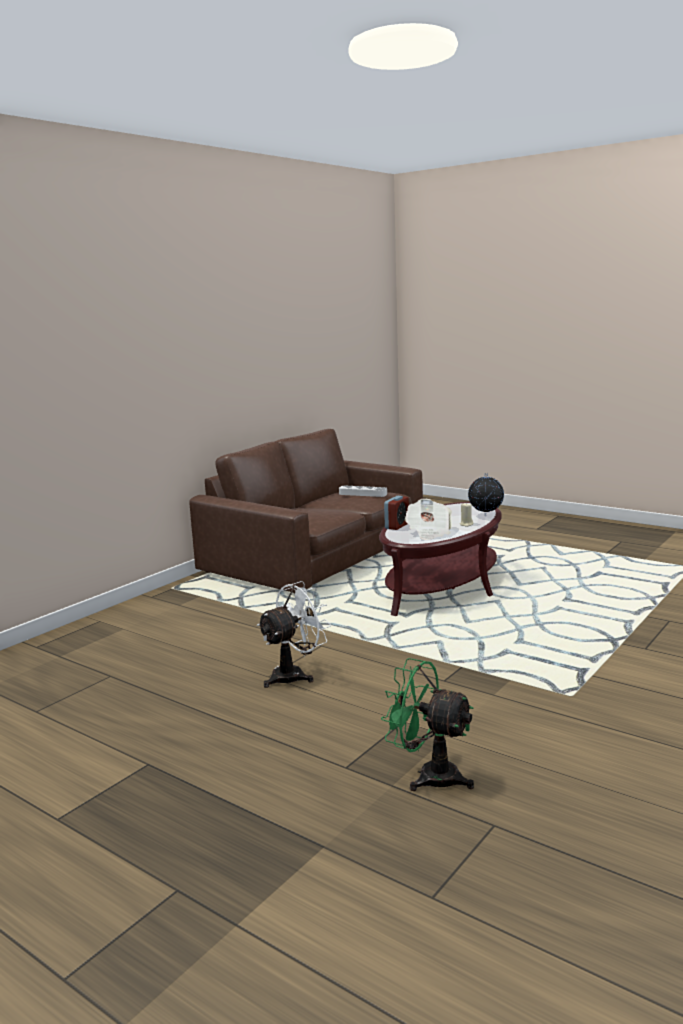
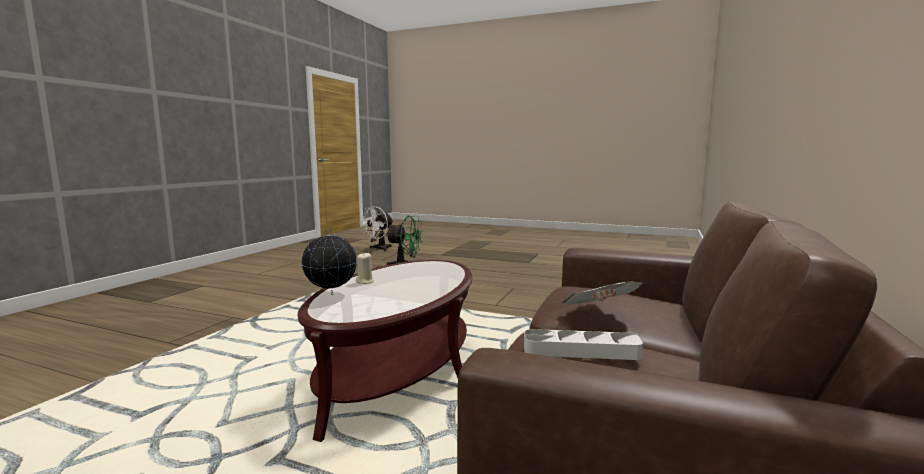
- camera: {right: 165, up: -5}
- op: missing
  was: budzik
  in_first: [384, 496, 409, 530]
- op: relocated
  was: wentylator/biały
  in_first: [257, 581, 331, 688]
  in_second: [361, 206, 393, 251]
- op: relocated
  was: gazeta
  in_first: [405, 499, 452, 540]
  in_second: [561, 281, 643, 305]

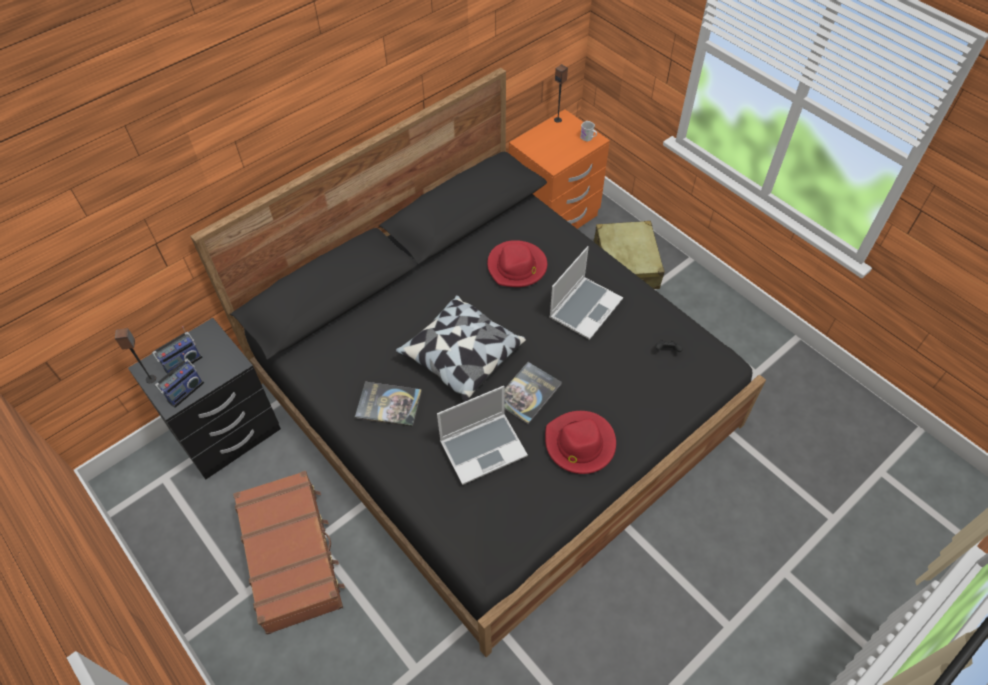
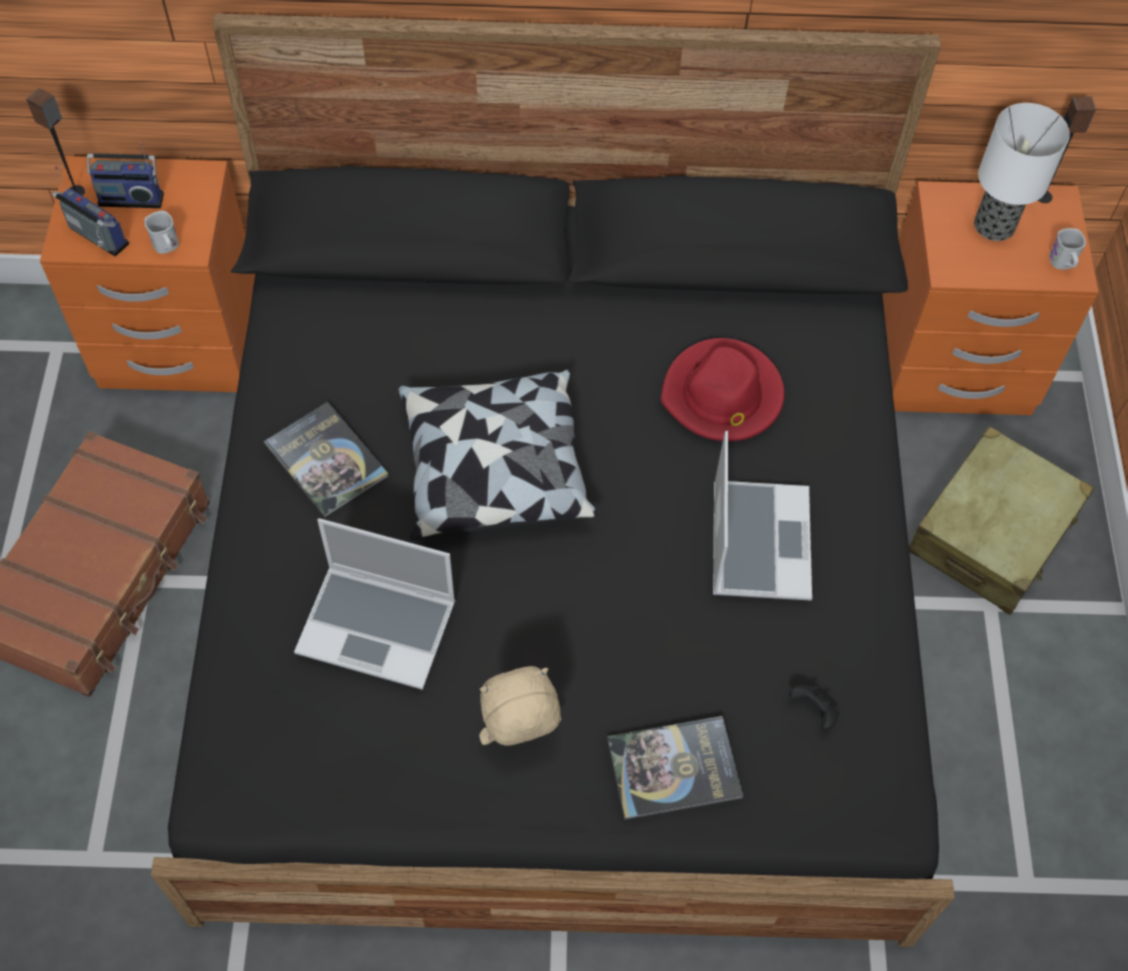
- camera: {right: 40, up: 5}
- op: appeared
  now: kubek/biały
  in_second: [144, 211, 179, 254]
- op: appeared
  now: lampa stołowa
  in_second: [974, 103, 1070, 241]
- op: relocated
  was: książka
  in_first: [505, 362, 562, 424]
  in_second: [607, 716, 743, 820]
- op: exchanged
  was: kapelusz/czerwony
  now: pluszak/beżowy
  in_first: [545, 411, 616, 474]
  in_second: [479, 666, 561, 746]
- op: colour
  was: szafka nocna/czarny
  now: szafka nocna/pomarańczowy
  in_first: [128, 318, 281, 479]
  in_second: [40, 156, 255, 392]
- op: spun
  was: radio
  in_first: [155, 353, 204, 408]
  in_second: [52, 166, 129, 256]
  clockwise: -135
- op: spun
  was: laptop
  in_first: [549, 246, 623, 340]
  in_second: [713, 431, 812, 601]
  clockwise: -75

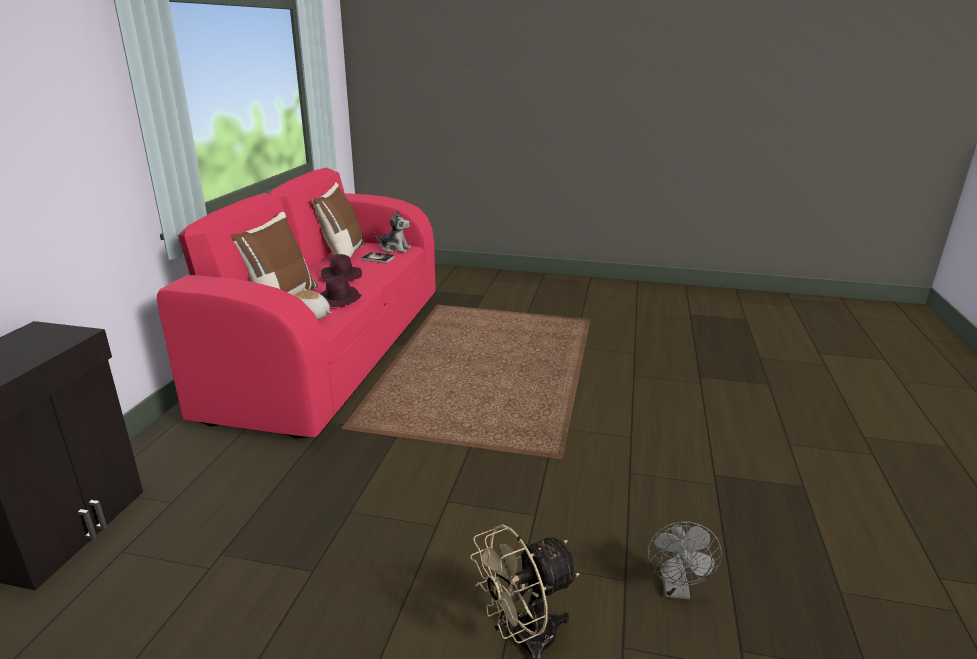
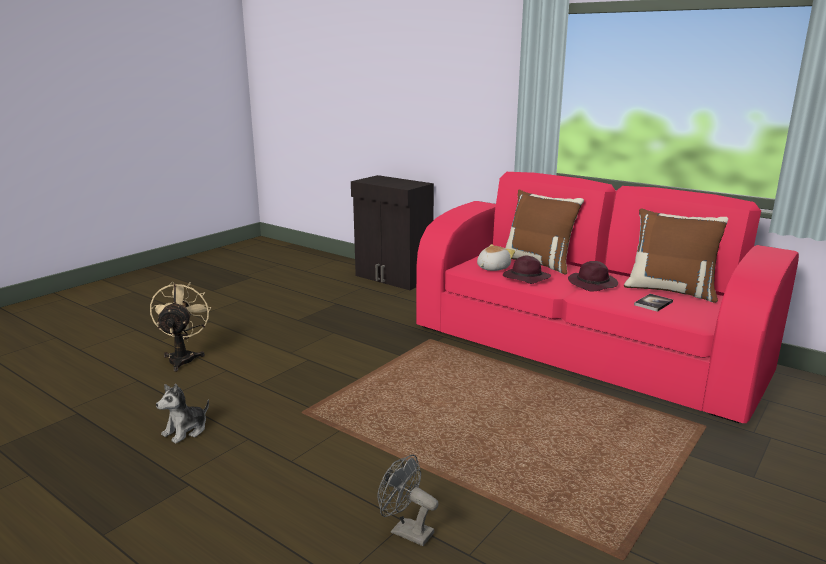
- camera: {right: 115, up: -5}
- op: relocated
  was: pluszak
  in_first: [375, 210, 411, 253]
  in_second: [156, 384, 209, 444]
- op: relocated
  was: wentylator/szary
  in_first: [647, 521, 722, 600]
  in_second: [377, 455, 439, 546]

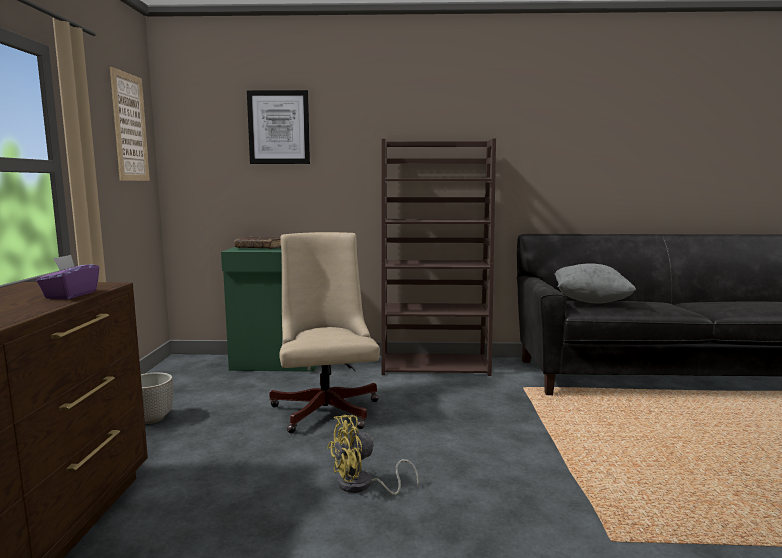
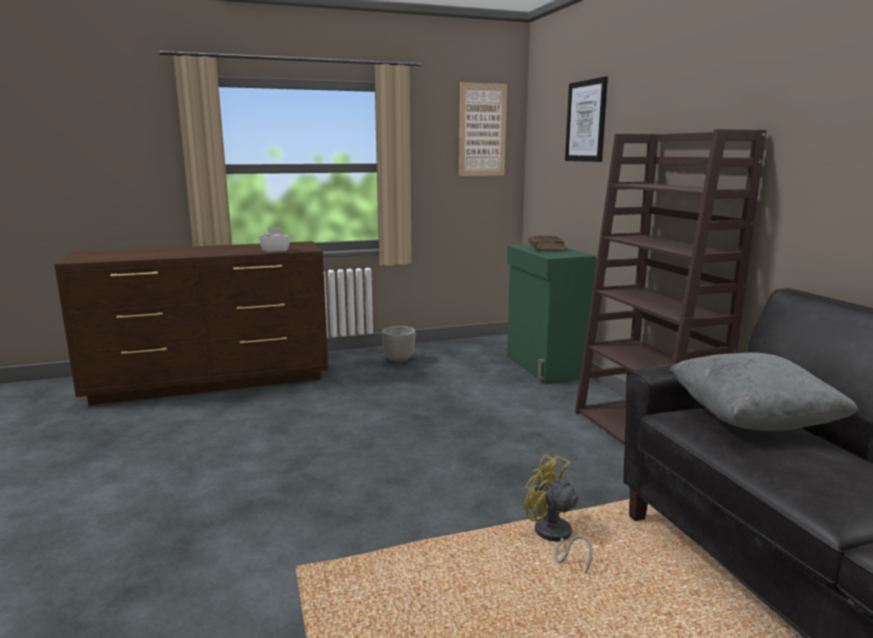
- camera: {right: 70, up: 5}
- op: missing
  was: krzesło biurowe/beżowy
  in_first: [270, 232, 380, 433]
- op: relocated
  was: wentylator/żółty
  in_first: [327, 415, 419, 495]
  in_second: [524, 455, 593, 574]
- op: colour
  was: pudełko chusteczek/fioletowy
  now: pudełko chusteczek/biały
  in_first: [36, 255, 99, 299]
  in_second: [259, 227, 290, 252]

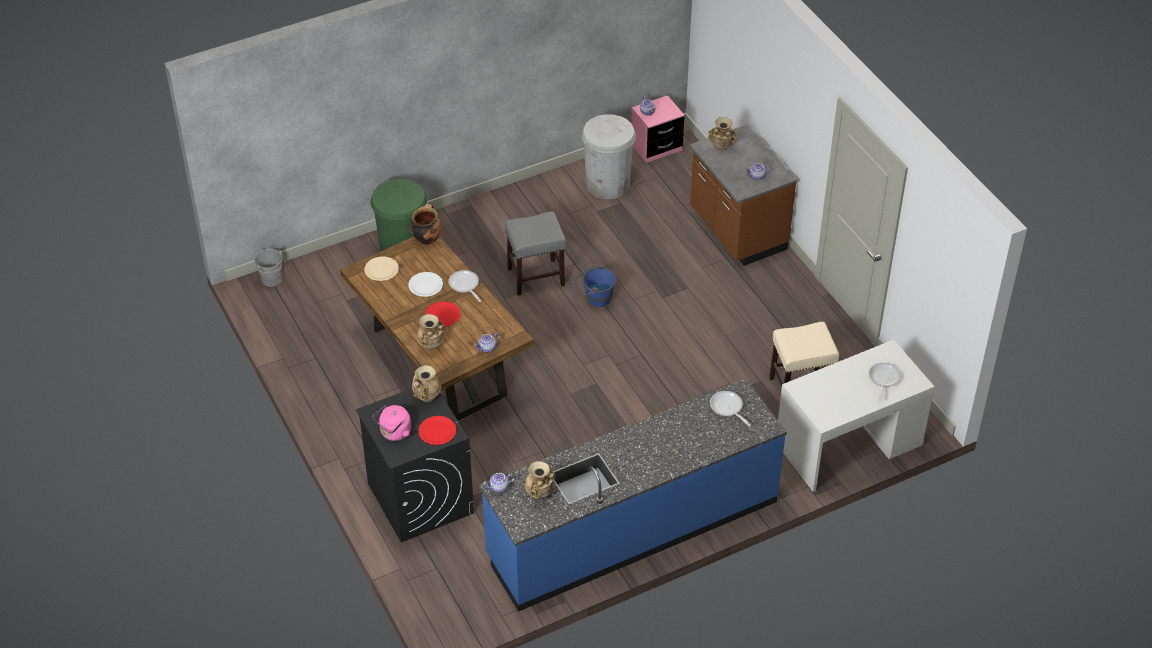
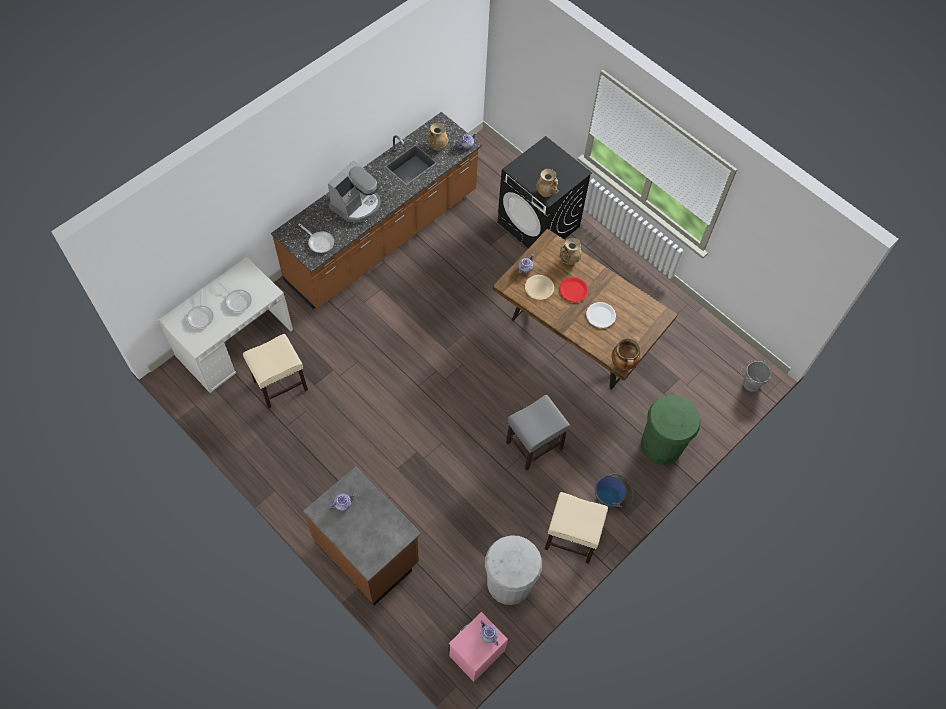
- camera: {right: 160, up: 15}
- op: missing
  was: czajnik/różowy
  in_first: [372, 405, 411, 441]
- op: missing
  was: talerz/czerwony
  in_first: [418, 416, 457, 445]
- op: missing
  was: wazon/beżowy
  in_first: [707, 117, 738, 151]
- op: appeared
  now: ekspres do kawy
  in_second: [328, 160, 381, 222]
- op: appeared
  now: stołek/beżowy
  in_second: [545, 492, 608, 564]
- op: relocated
  was: talerz/beżowy
  in_first: [364, 256, 399, 281]
  in_second: [525, 275, 554, 300]
- op: relocated
  was: patelnia
  in_first: [448, 270, 481, 302]
  in_second: [217, 280, 252, 312]
- op: relocated
  was: wiadro/niebieski
  in_first: [573, 264, 617, 307]
  in_second: [595, 473, 634, 510]
- op: colour
  was: zabudowa kuchenna/niebieski
  now: zabudowa kuchenna/brązowy
  in_first: [479, 379, 787, 612]
  in_second: [271, 112, 482, 309]

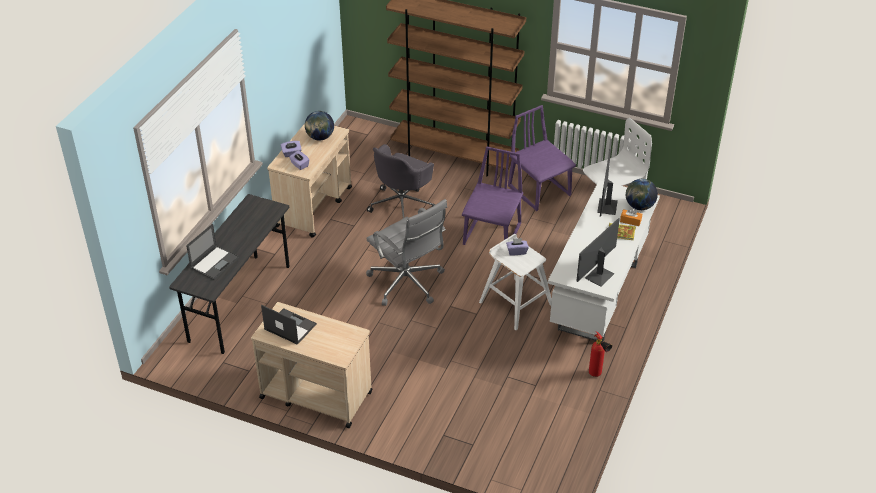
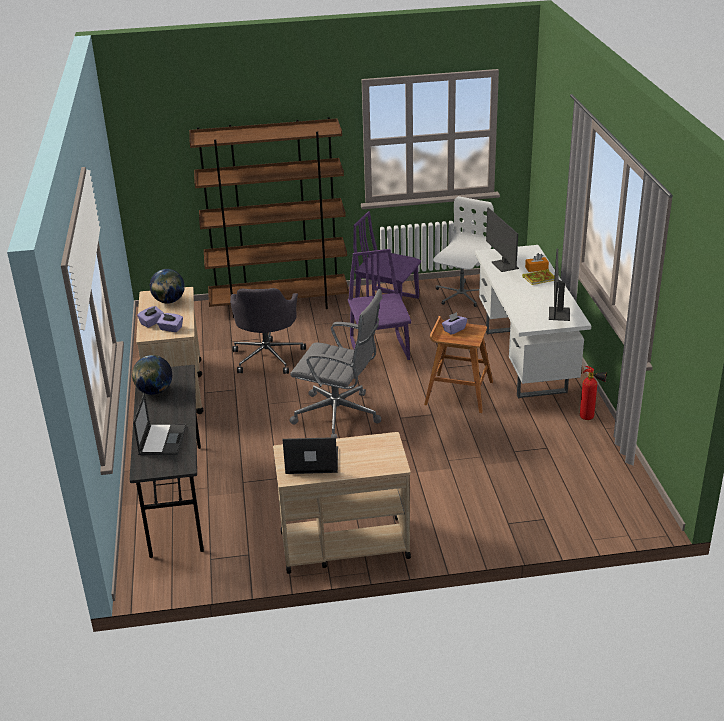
- camera: {right: -30, up: -10}
- op: relocated
  was: globus
  in_first: [626, 179, 658, 210]
  in_second: [132, 355, 172, 395]
- op: colour
  was: stołek/biały
  now: stołek/brązowy
  in_first: [479, 234, 552, 330]
  in_second: [424, 316, 493, 413]

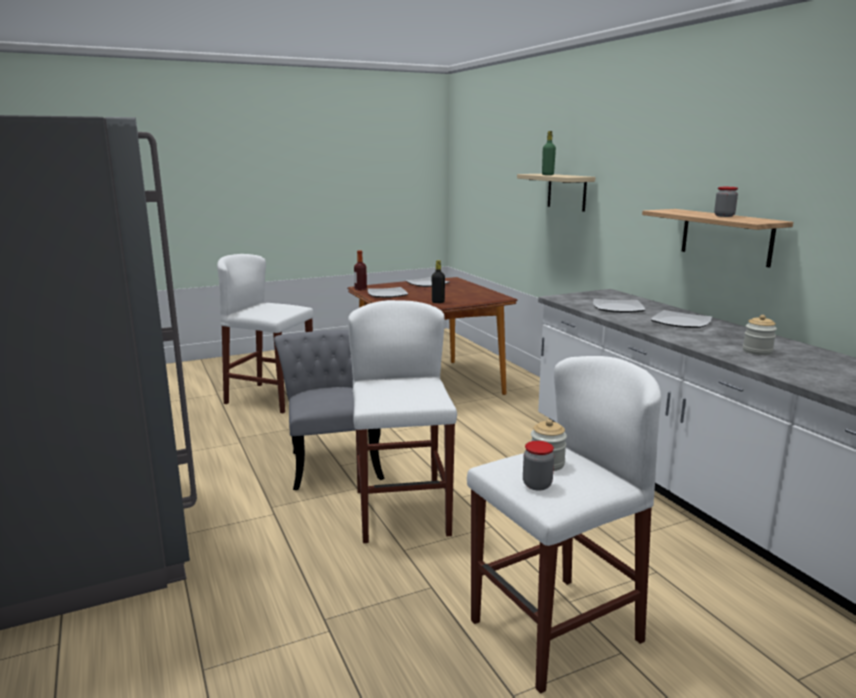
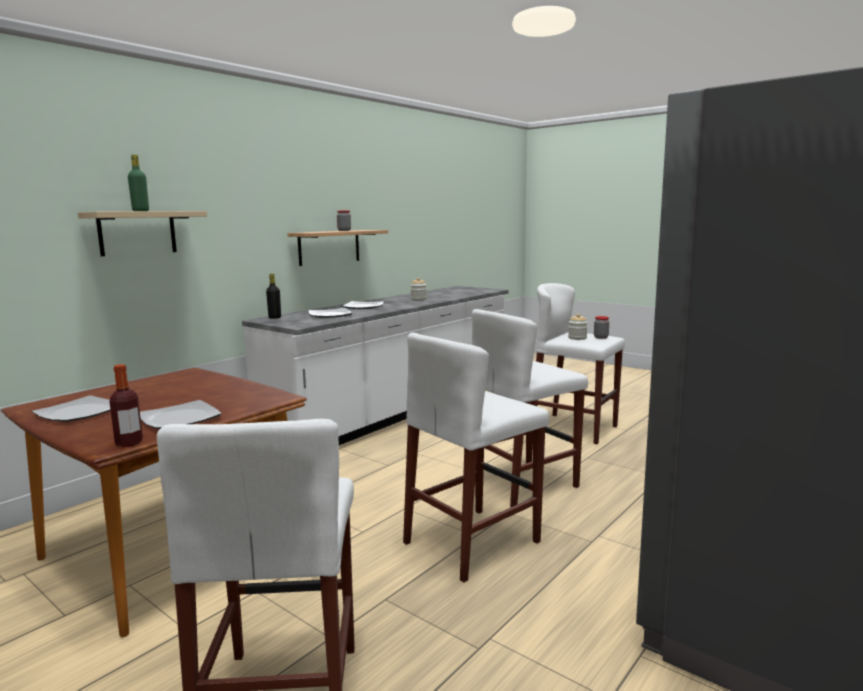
- camera: {right: -115, up: -5}
- op: relocated
  was: butelka/czarny
  in_first: [432, 260, 445, 303]
  in_second: [266, 274, 281, 319]
- op: exchanged
  was: krzesło/szary
  now: stołek/biały
  in_first: [274, 330, 385, 490]
  in_second: [403, 332, 549, 583]

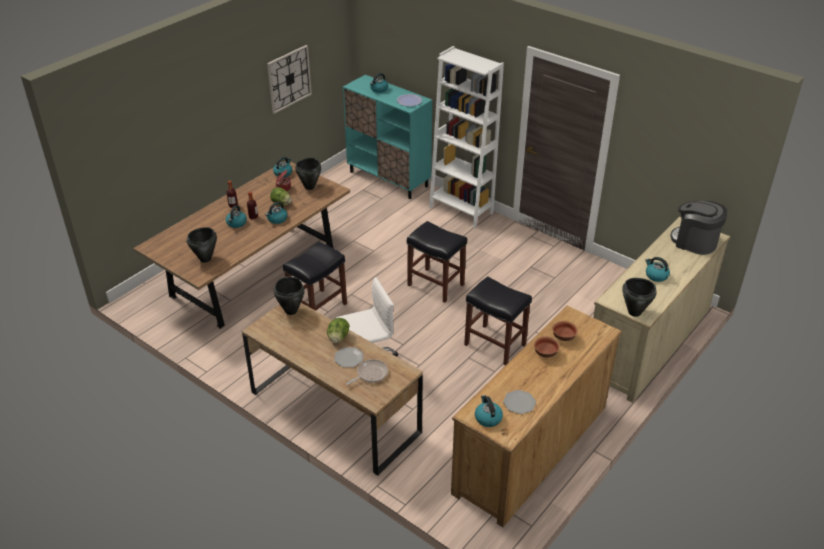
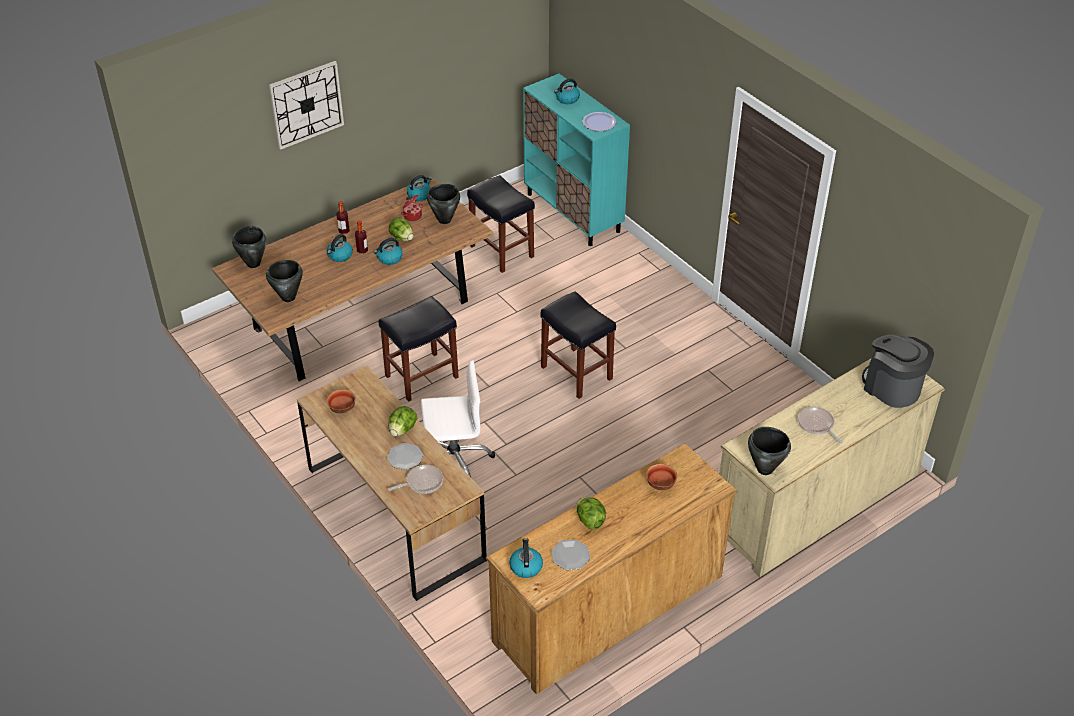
- camera: {right: 15, up: 5}
- op: missing
  was: regał/biały
  in_first: [429, 46, 504, 228]
- op: appeared
  now: sałata
  in_second: [577, 497, 606, 529]
- op: relocated
  was: zegar ścienny
  in_first: [267, 45, 312, 114]
  in_second: [269, 61, 344, 150]
- op: relocated
  was: garnek/czarny
  in_first: [274, 277, 305, 315]
  in_second: [232, 226, 266, 268]
- op: relocated
  was: stołek/czarny
  in_first: [464, 276, 532, 365]
  in_second: [467, 175, 535, 273]
- op: relocated
  was: miska
  in_first: [534, 336, 560, 358]
  in_second: [326, 389, 356, 414]
- op: exchanged
  was: czajnik
  now: patelnia
  in_first: [645, 257, 670, 282]
  in_second: [798, 407, 842, 443]

